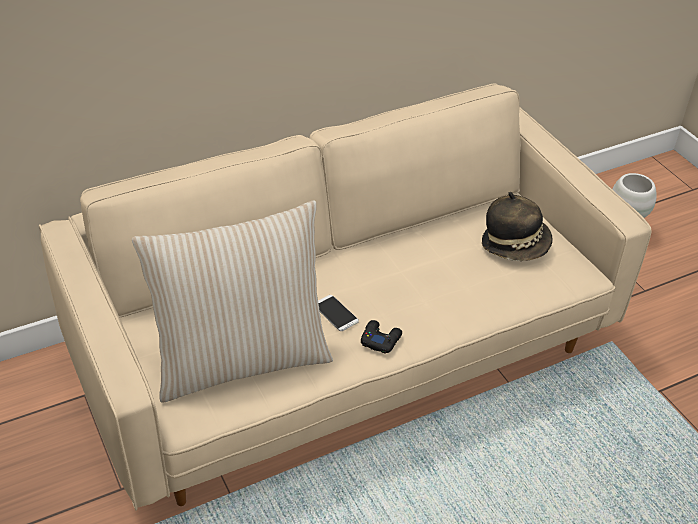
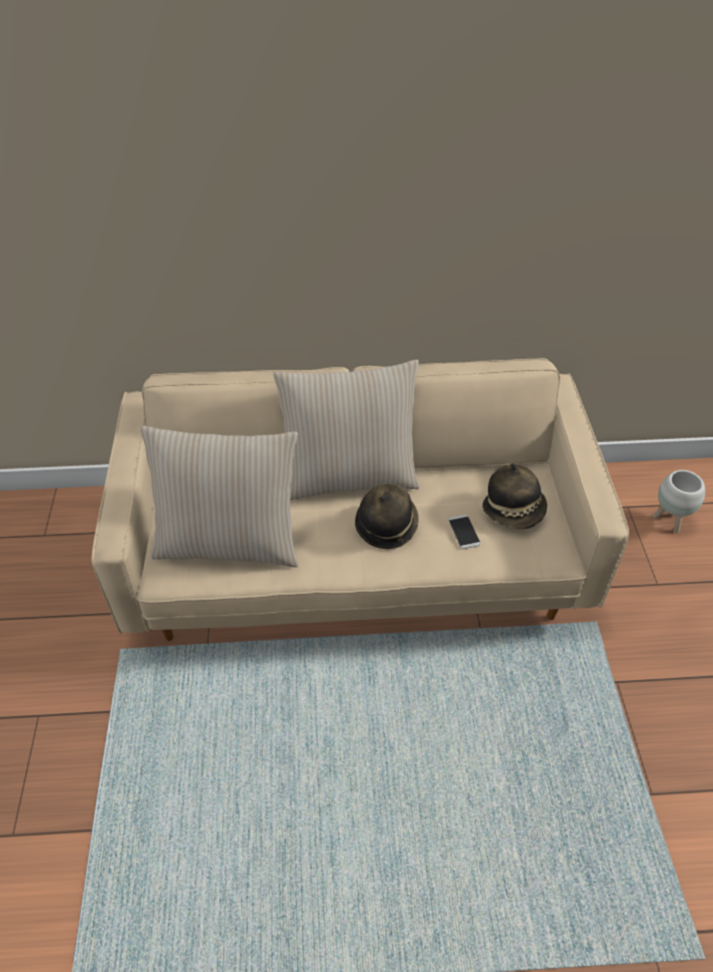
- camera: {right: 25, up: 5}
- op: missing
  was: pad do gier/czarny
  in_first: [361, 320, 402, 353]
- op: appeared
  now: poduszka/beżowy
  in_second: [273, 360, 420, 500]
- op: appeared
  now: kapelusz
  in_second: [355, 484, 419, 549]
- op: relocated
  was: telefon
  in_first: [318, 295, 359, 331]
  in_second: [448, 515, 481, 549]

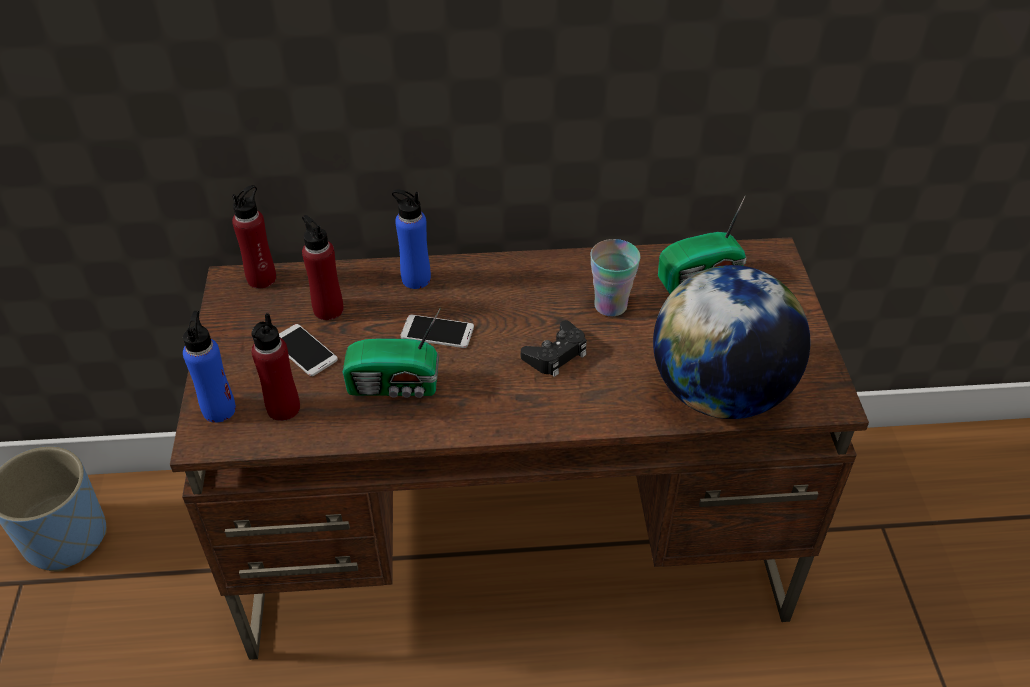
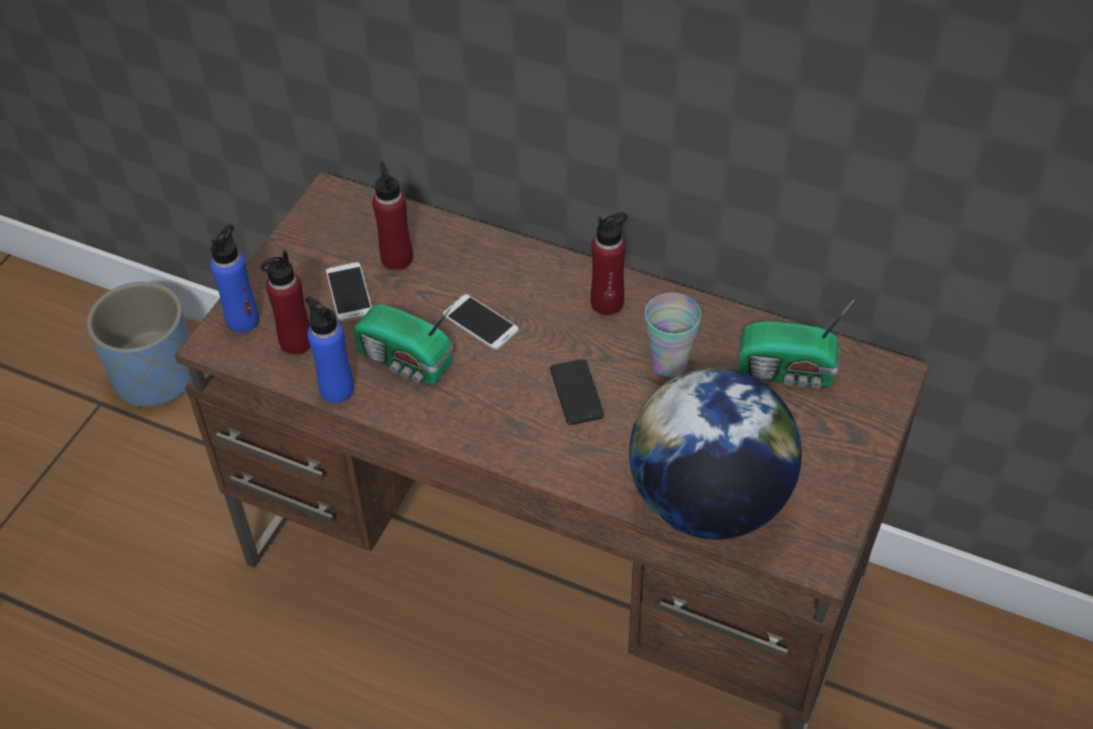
- camera: {right: 30, up: 5}
- op: relocated
  was: butelka/czerwony
  in_first: [232, 185, 276, 288]
  in_second: [591, 213, 628, 315]
- op: relocated
  was: butelka/niebieski
  in_first: [392, 189, 431, 289]
  in_second: [305, 297, 354, 403]
- op: exchanged
  was: pad do gier/czarny
  now: telefon
  in_first: [521, 320, 587, 377]
  in_second: [550, 359, 604, 425]

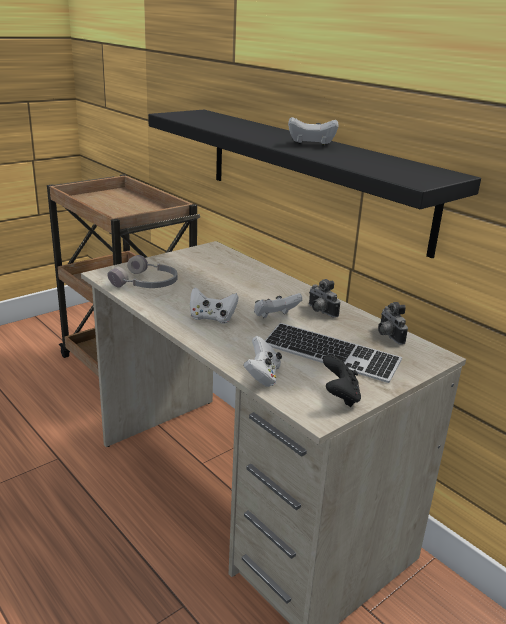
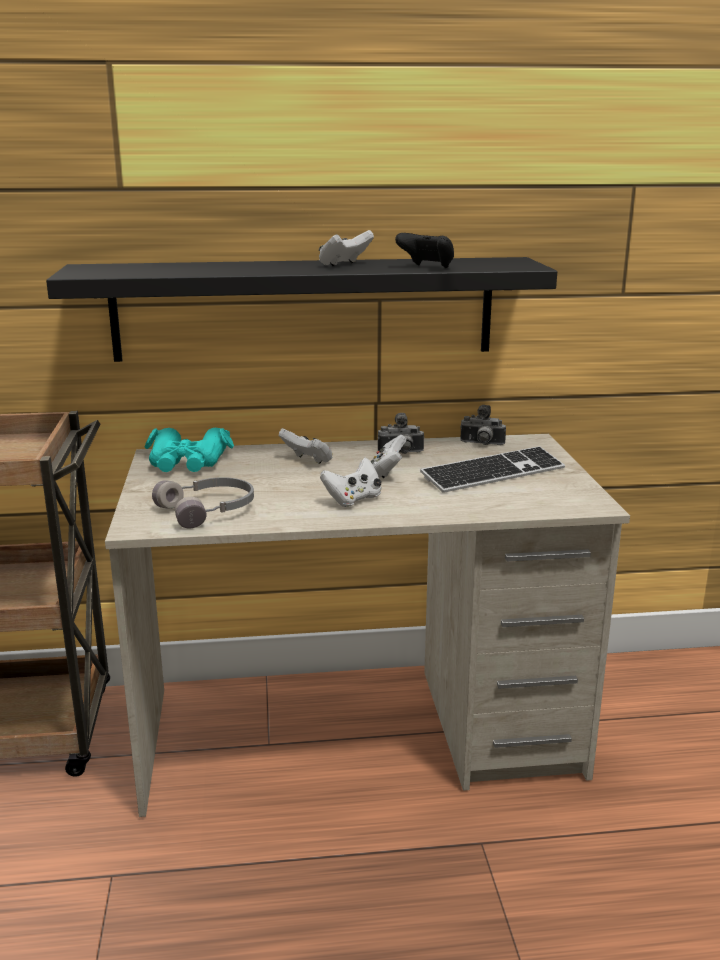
- camera: {right: -55, up: -5}
- op: appeared
  now: lornetka/turkusowy
  in_second: [145, 428, 234, 472]
- op: relocated
  was: pad do gier/biały
  in_first: [244, 336, 282, 387]
  in_second: [279, 428, 332, 464]
- op: relocated
  was: pad do gier/czarny
  in_first: [323, 355, 361, 407]
  in_second: [395, 233, 454, 268]

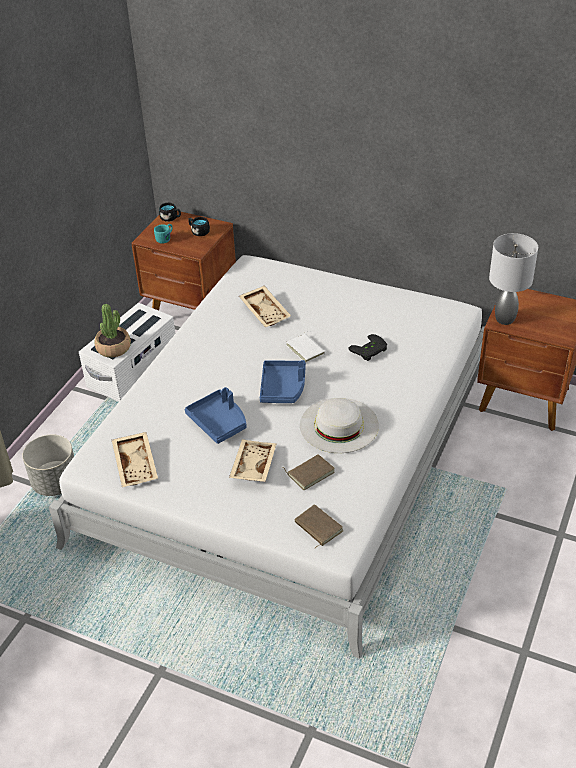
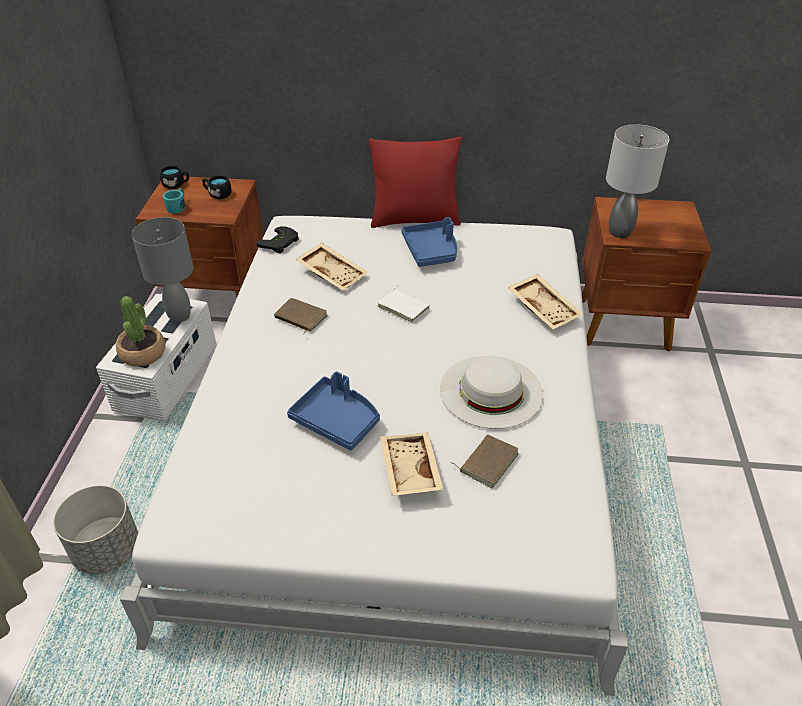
- camera: {right: -20, up: 0}
- op: appeared
  now: lampa stołowa/szary
  in_second: [132, 217, 193, 323]
- op: appeared
  now: poduszka/czerwony
  in_second: [369, 137, 462, 228]
- op: relocated
  was: taca/beżowy
  in_first: [112, 432, 158, 487]
  in_second: [508, 274, 583, 330]
- op: relocated
  was: taca/niebieski
  in_first: [260, 360, 306, 403]
  in_second: [401, 217, 457, 267]
- op: relocated
  was: książka/brązowy
  in_first: [294, 504, 343, 548]
  in_second: [274, 298, 328, 335]
- op: relocated
  was: pad do gier/czarny
  in_first: [348, 334, 387, 361]
  in_second: [256, 226, 299, 254]

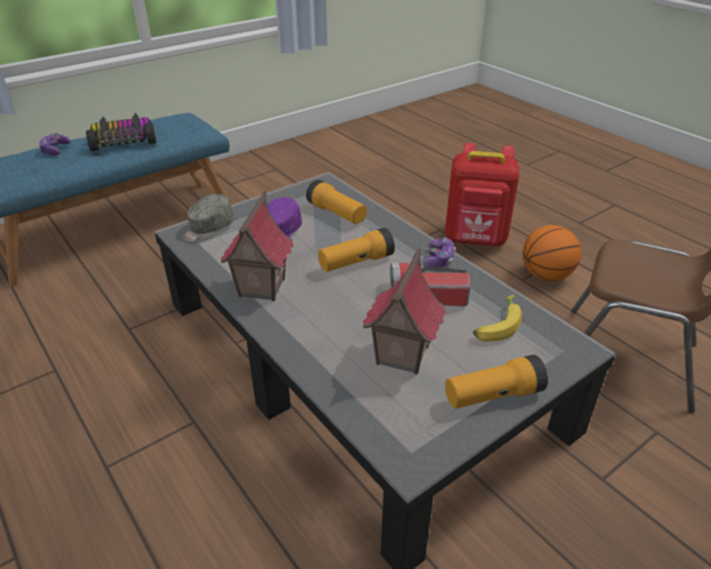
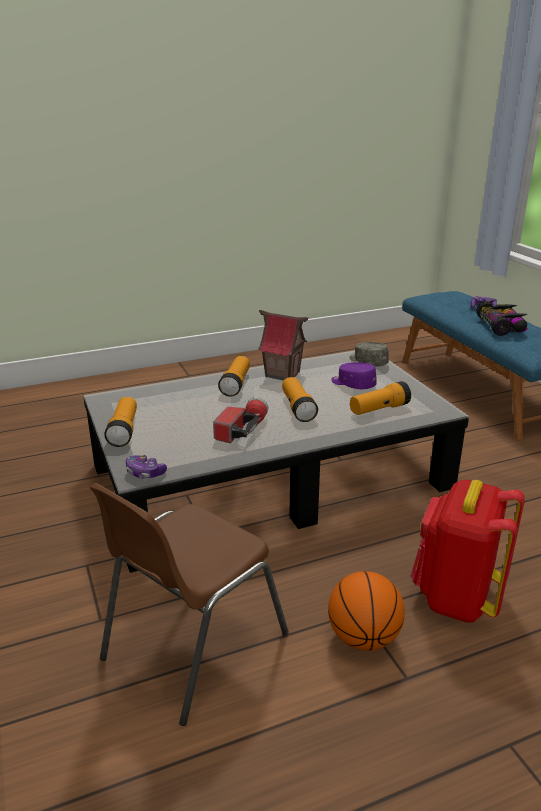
- camera: {right: 105, up: -10}
- op: missing
  was: domek
  in_first: [363, 247, 446, 375]
- op: missing
  was: banan
  in_first: [473, 295, 522, 342]
- op: appeared
  now: latarka
  in_second: [218, 356, 250, 397]
- op: relocated
  was: pad do gier
  in_first: [423, 238, 455, 267]
  in_second: [126, 455, 167, 479]

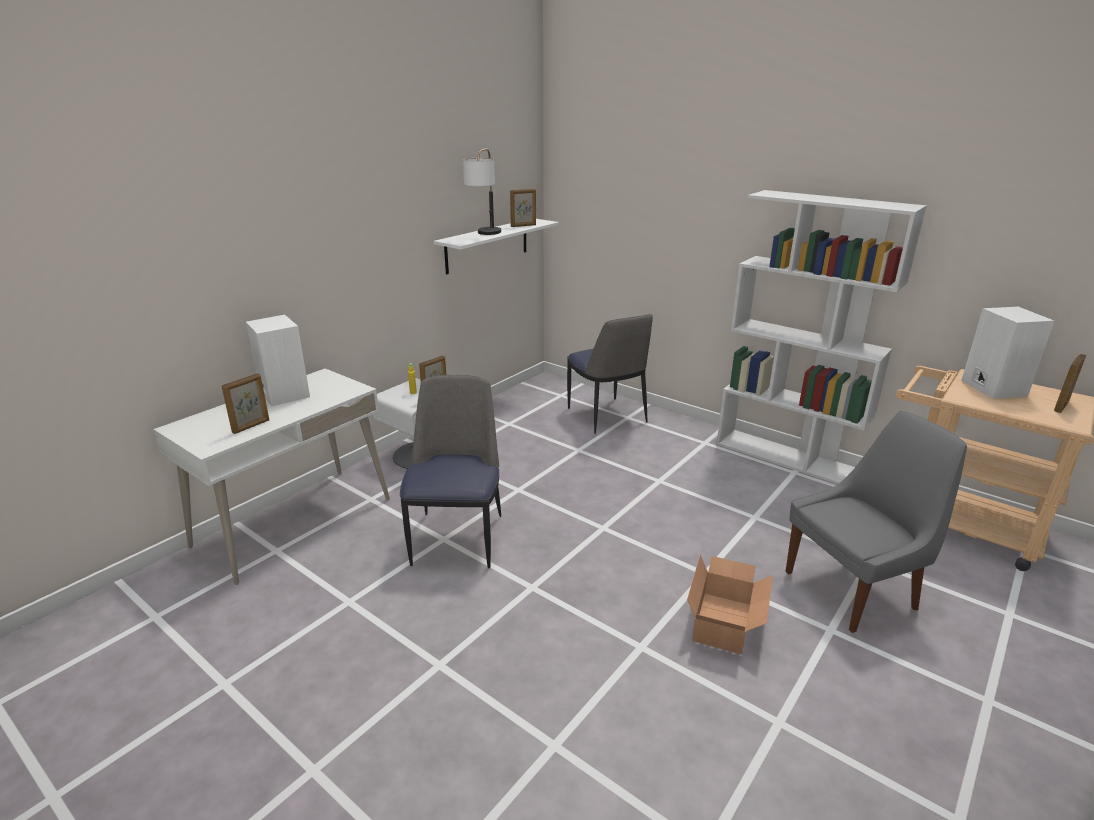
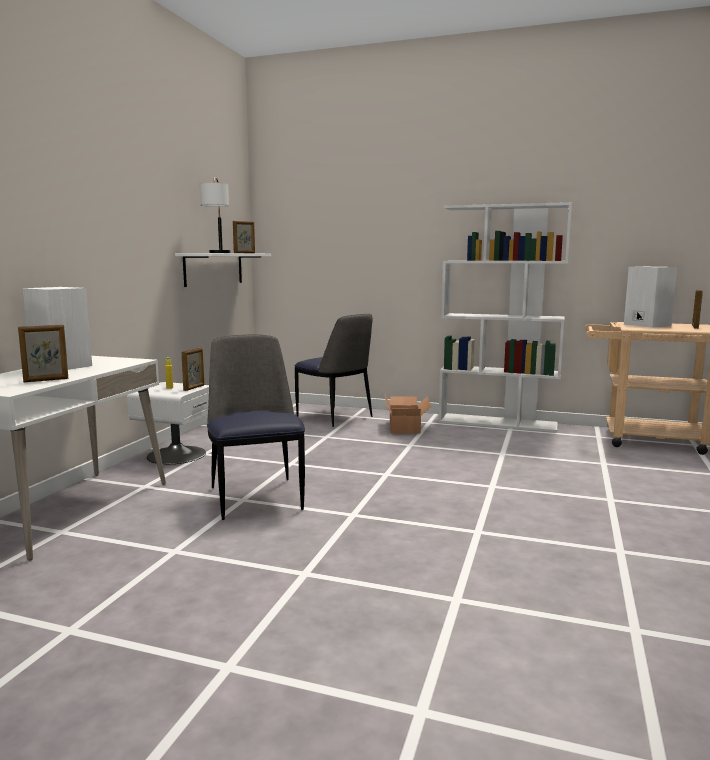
- camera: {right: -20, up: -15}
- op: missing
  was: krzesło/szary
  in_first: [786, 411, 967, 633]
- op: relocated
  was: karton
  in_first: [687, 554, 773, 654]
  in_second: [385, 395, 431, 434]
- op: spun
  was: ramka na zdjęcie
  in_first: [222, 373, 269, 434]
  in_second: [18, 325, 68, 382]
  clockwise: 45

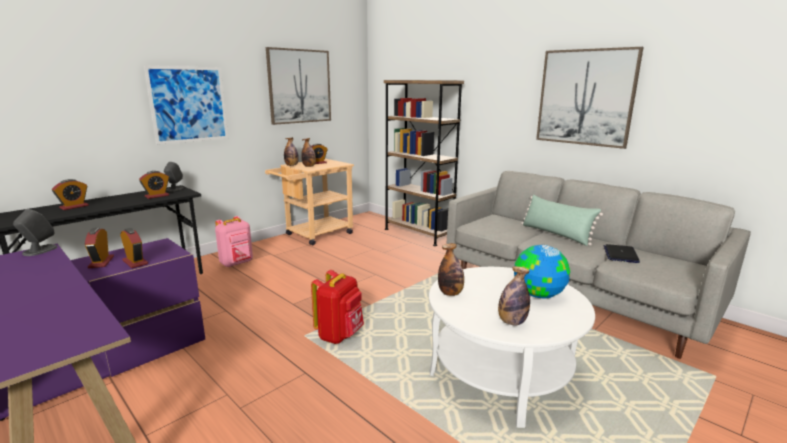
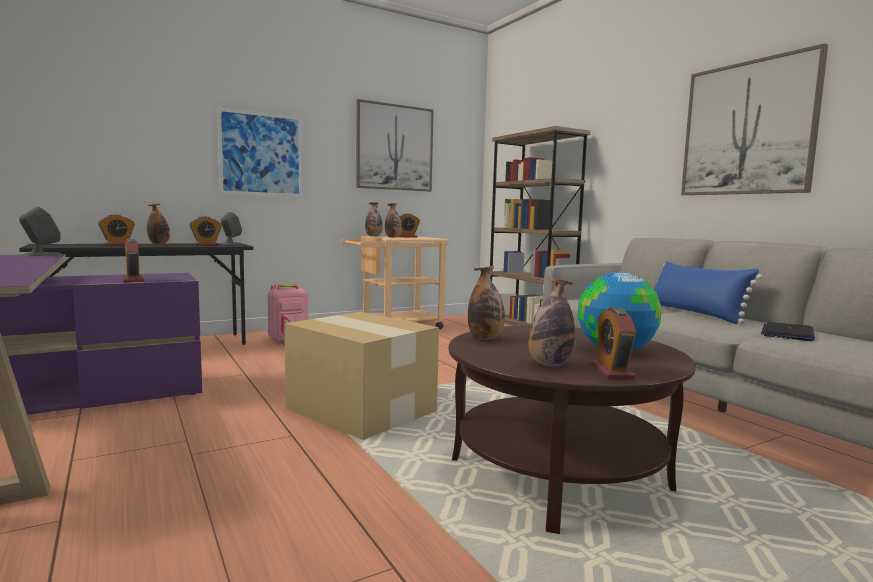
- camera: {right: 15, up: -10}
- op: appeared
  now: butelka
  in_second: [147, 203, 170, 244]
- op: relocated
  was: budzik
  in_first: [85, 228, 114, 268]
  in_second: [591, 307, 636, 379]
- op: exchanged
  was: plecak/czerwony
  now: karton
  in_first: [311, 270, 364, 344]
  in_second: [284, 312, 439, 440]
- op: colour
  was: ława/biały
  now: ława/brązowy
  in_first: [429, 267, 595, 428]
  in_second: [448, 326, 696, 534]
- op: colour
  was: poduszka/zielony
  now: poduszka/niebieski
  in_first: [521, 195, 603, 246]
  in_second: [654, 261, 762, 324]

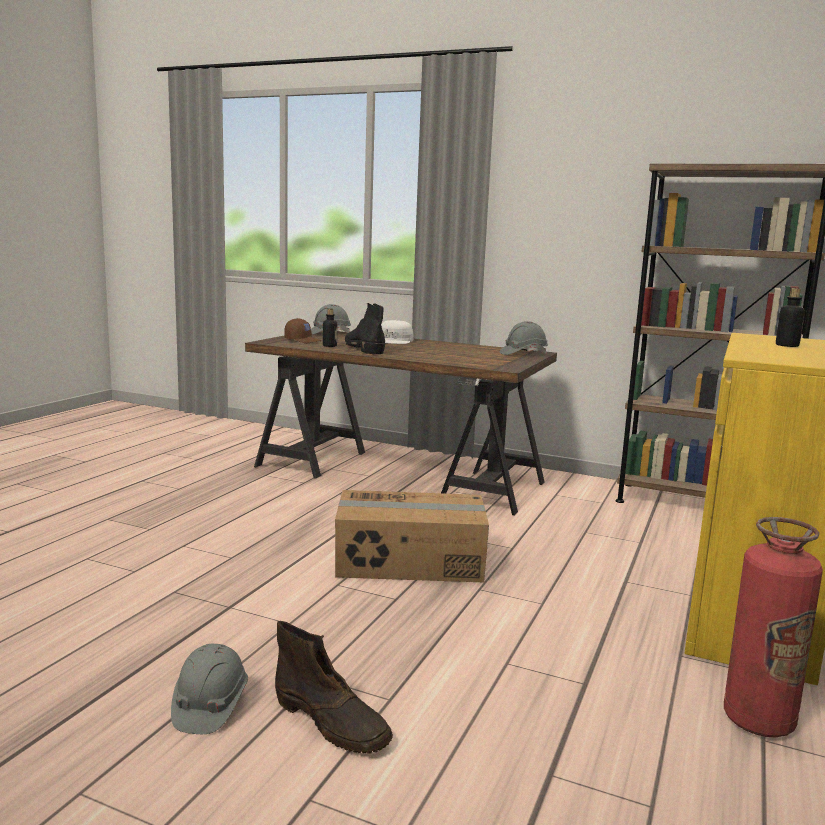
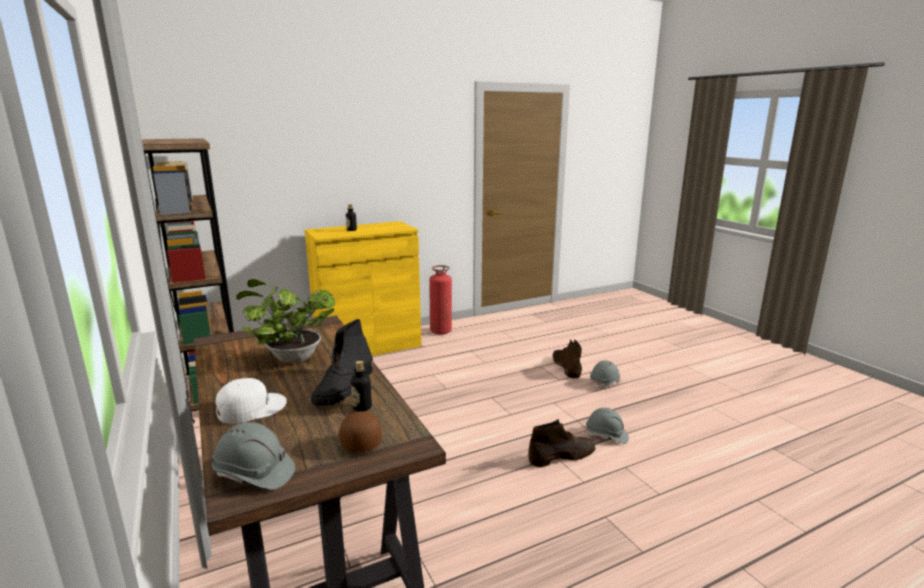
- camera: {right: -140, up: 5}
- op: missing
  was: karton
  in_first: [335, 490, 489, 582]
- op: appeared
  now: roślina doniczkowa
  in_second: [236, 279, 335, 363]
- op: appeared
  now: but z cholewką/brązowy
  in_second: [528, 419, 596, 467]
- op: relocated
  was: kask/szary
  in_first: [499, 321, 548, 355]
  in_second: [585, 408, 629, 444]

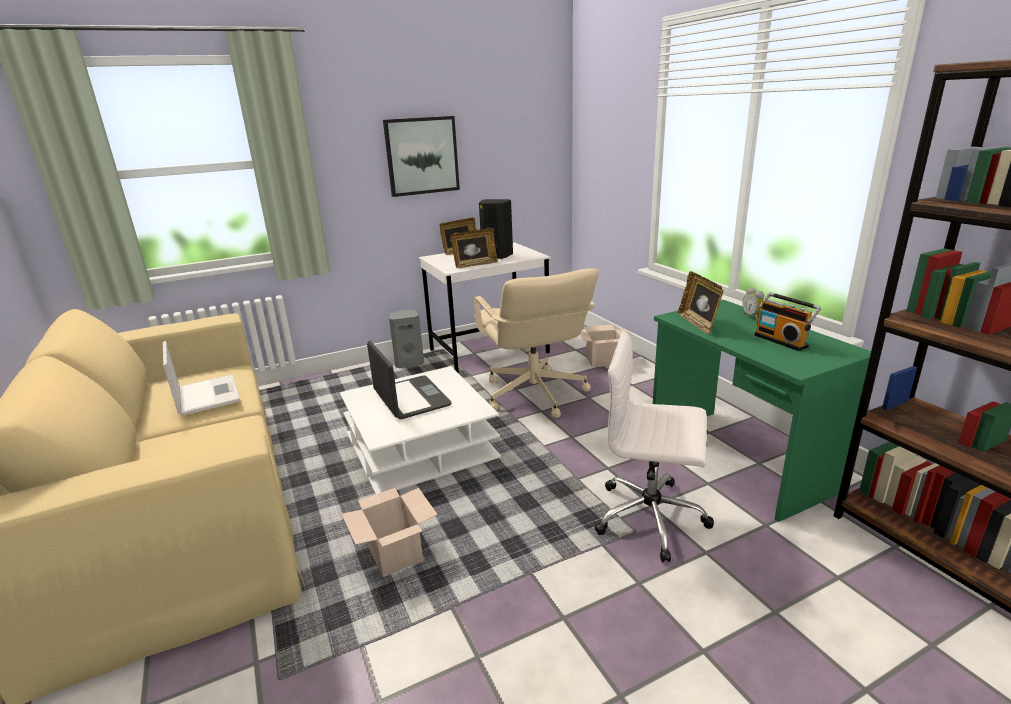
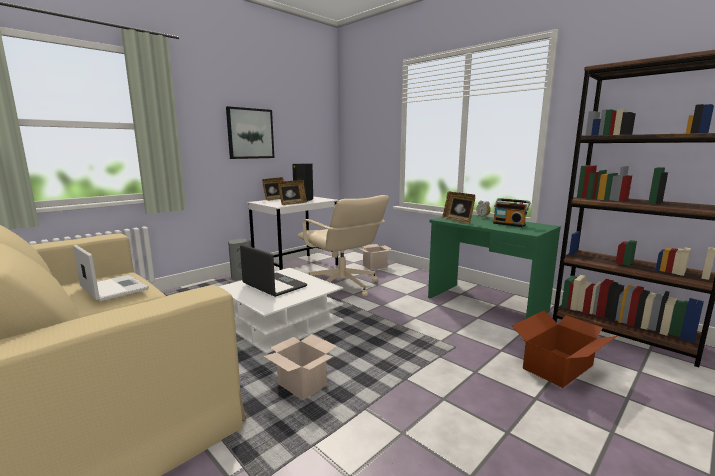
- camera: {right: -20, up: -10}
- op: missing
  was: krzesło biurowe/biały
  in_first: [594, 331, 714, 562]
- op: appeared
  now: karton
  in_second: [512, 311, 617, 388]

